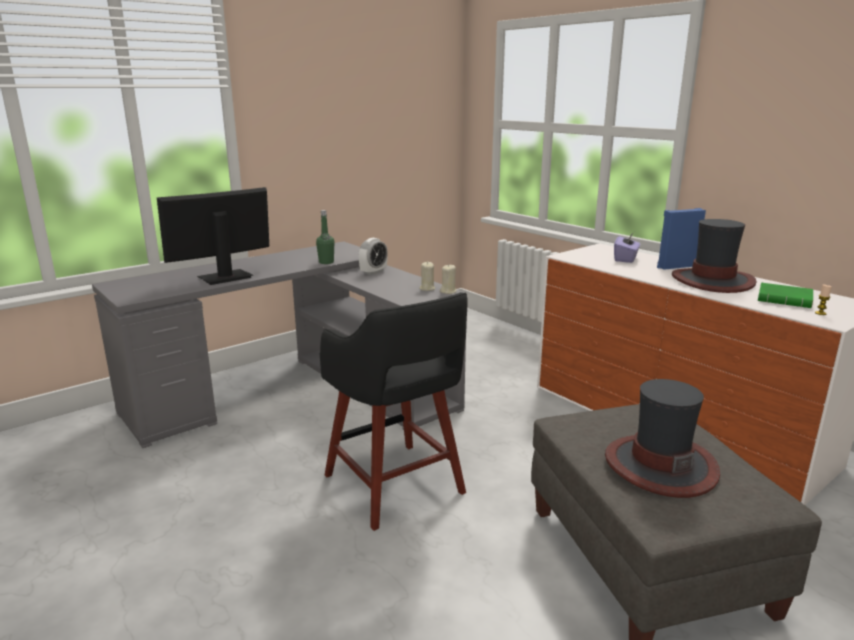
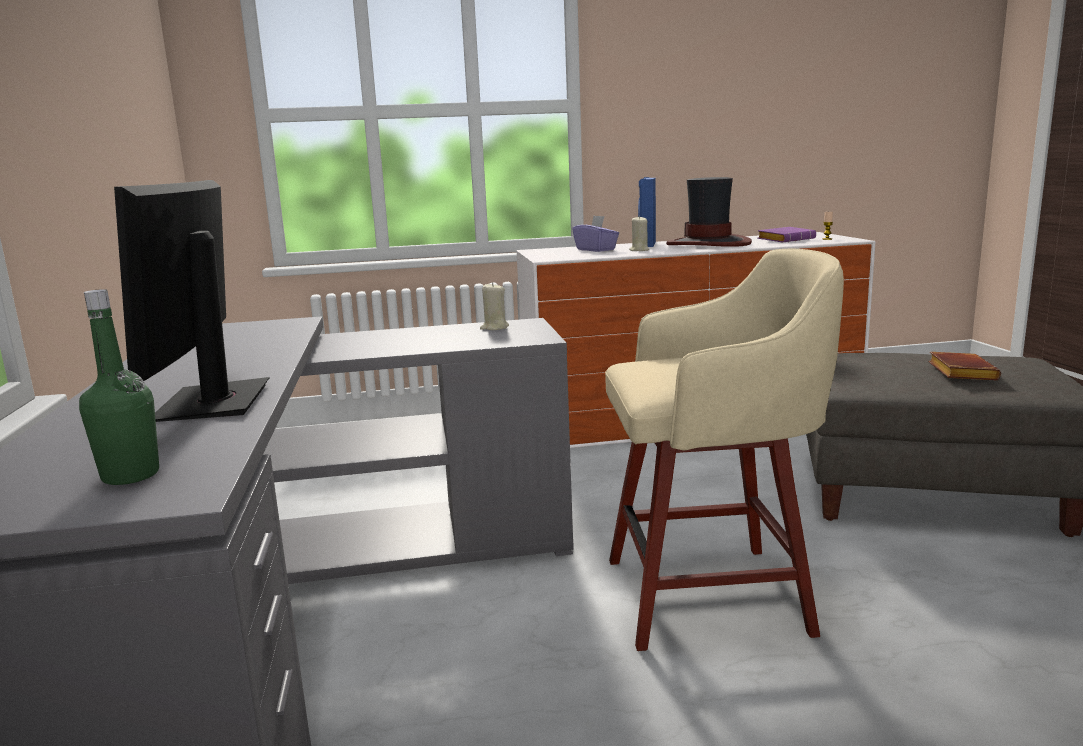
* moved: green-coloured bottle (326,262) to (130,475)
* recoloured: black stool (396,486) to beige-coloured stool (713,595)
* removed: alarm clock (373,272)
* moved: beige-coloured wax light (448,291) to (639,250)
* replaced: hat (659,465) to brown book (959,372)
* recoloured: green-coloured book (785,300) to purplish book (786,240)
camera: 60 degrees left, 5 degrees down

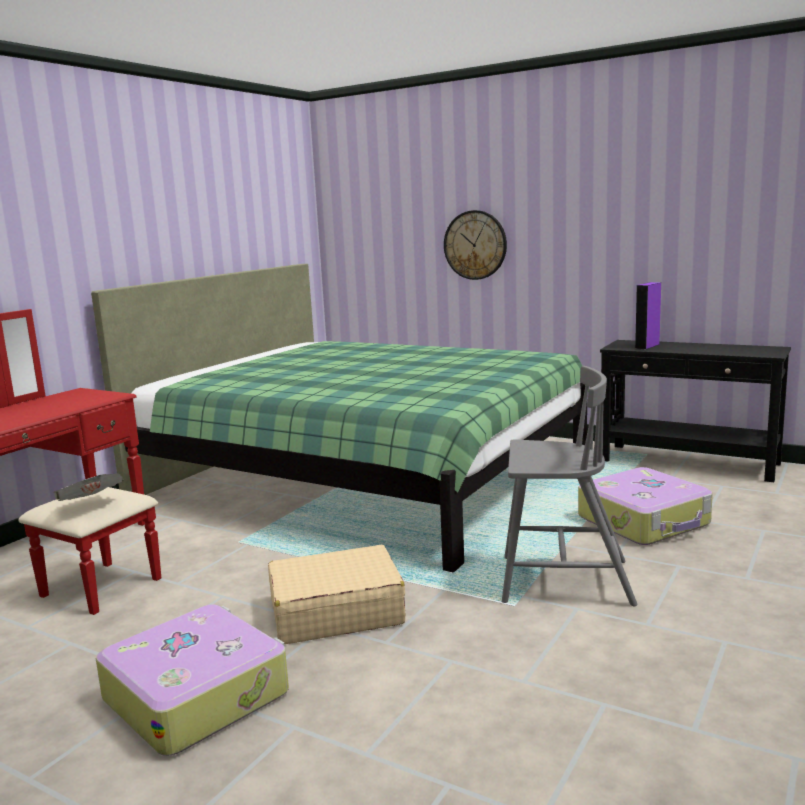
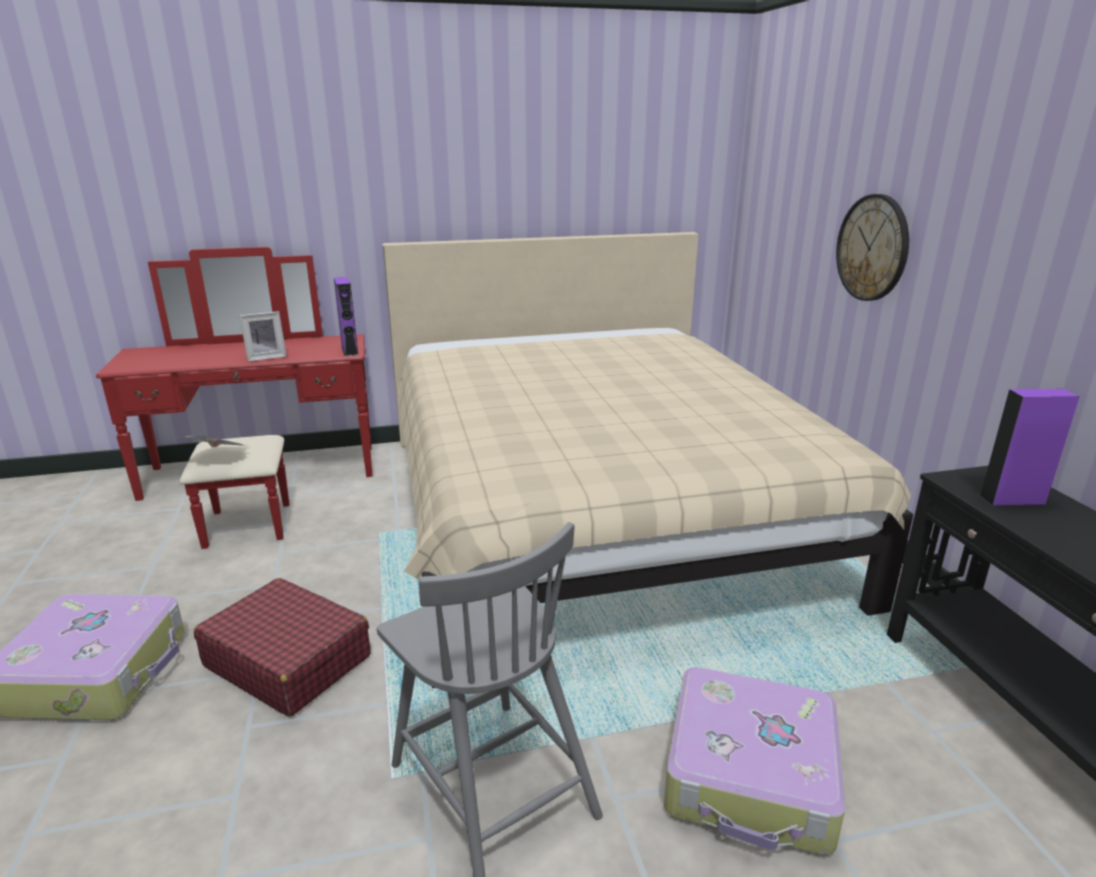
* recoloured: green-coloured bedroom bed (365,477) to beige-coloured bedroom bed (594,512)
* recoloured: beige-coloured suitcase (335,612) to red suitcase (287,660)
* added: photo frame (266,357)
* added: purplish speaker (349,350)
camera: 45 degrees right, 10 degrees up

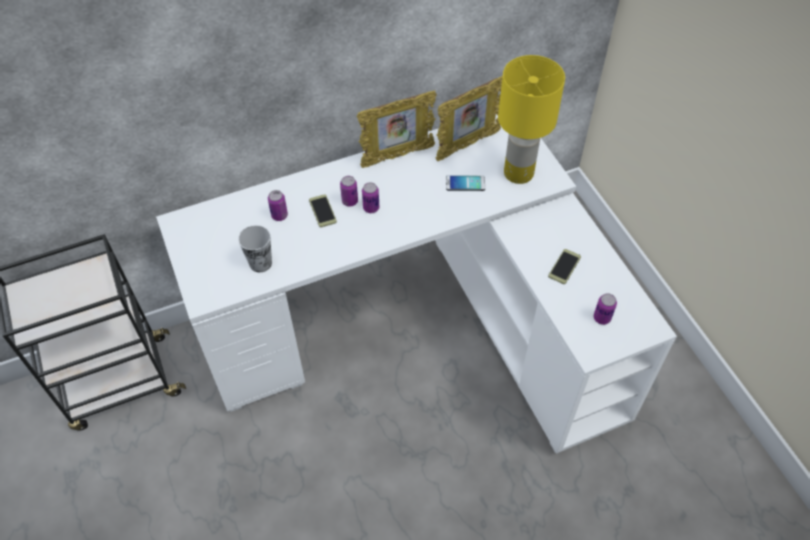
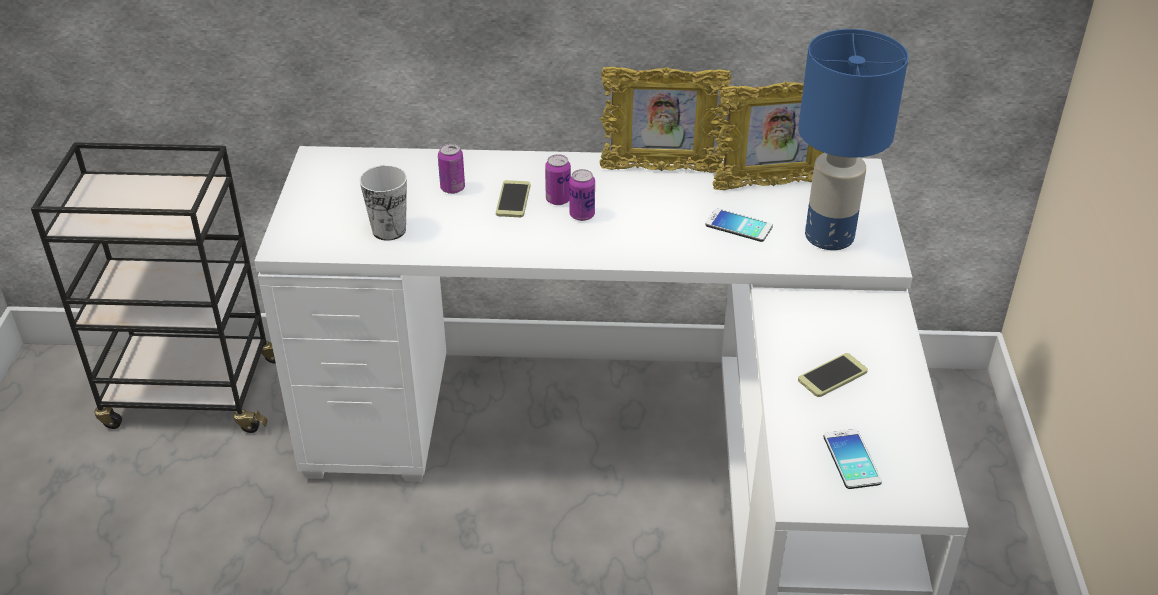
* recoloured: yellowish lamp for a table (517,173) to blue-coloured lamp for a table (828,236)
* replaced: can (602,318) to handset (851,459)
camera: 25 degrees right, 15 degrees down

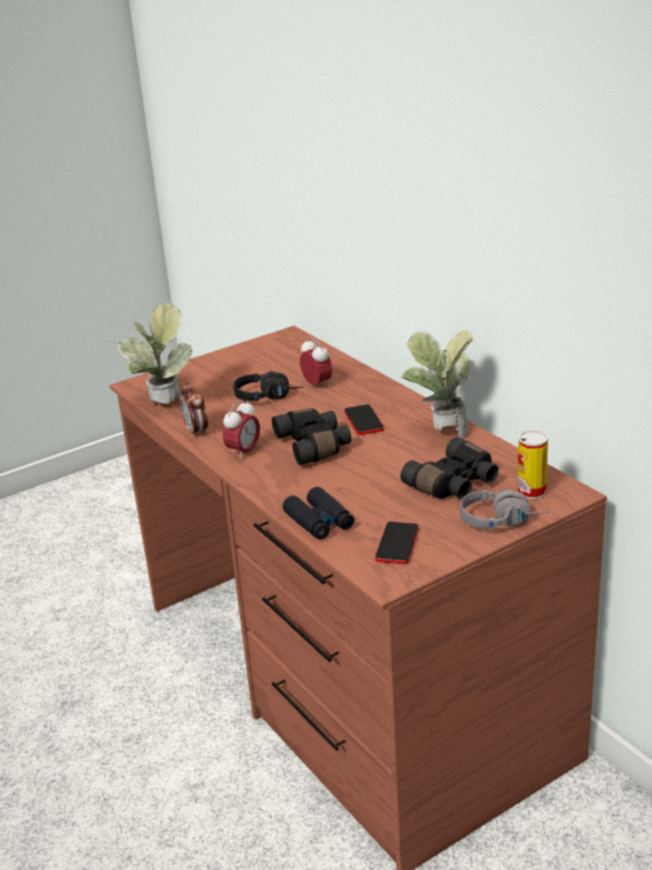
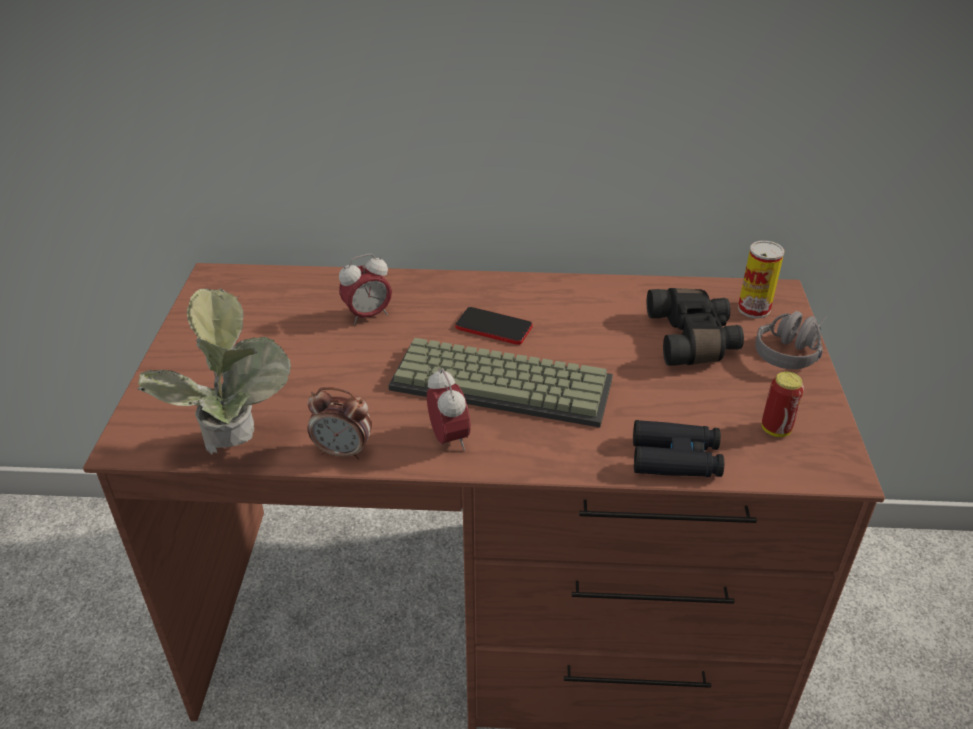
* removed: black headphones (269,396)
* replaced: black pair of binoculars (315,446) to computer keyboard (504,382)
* turned: alarm clock (317,385) = (368,316) 150 degrees clockwise
* replaced: handset (397,544) to can (775,429)
* removed: potted plant (441,433)
camera: 55 degrees left, 10 degrees up

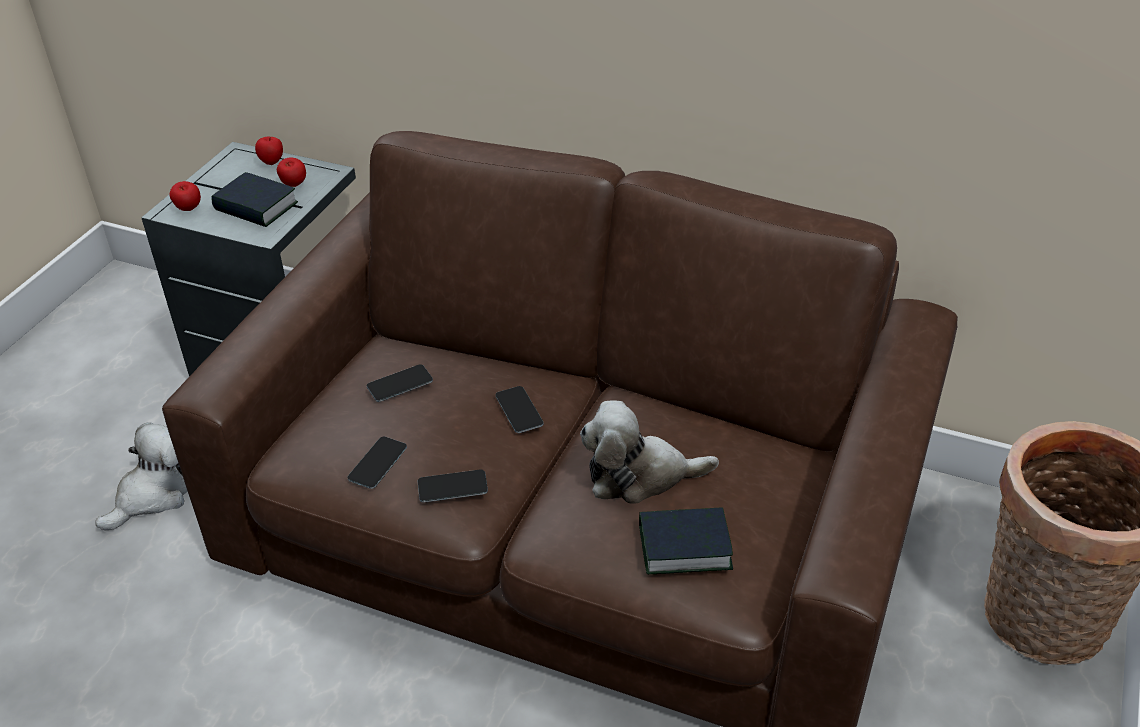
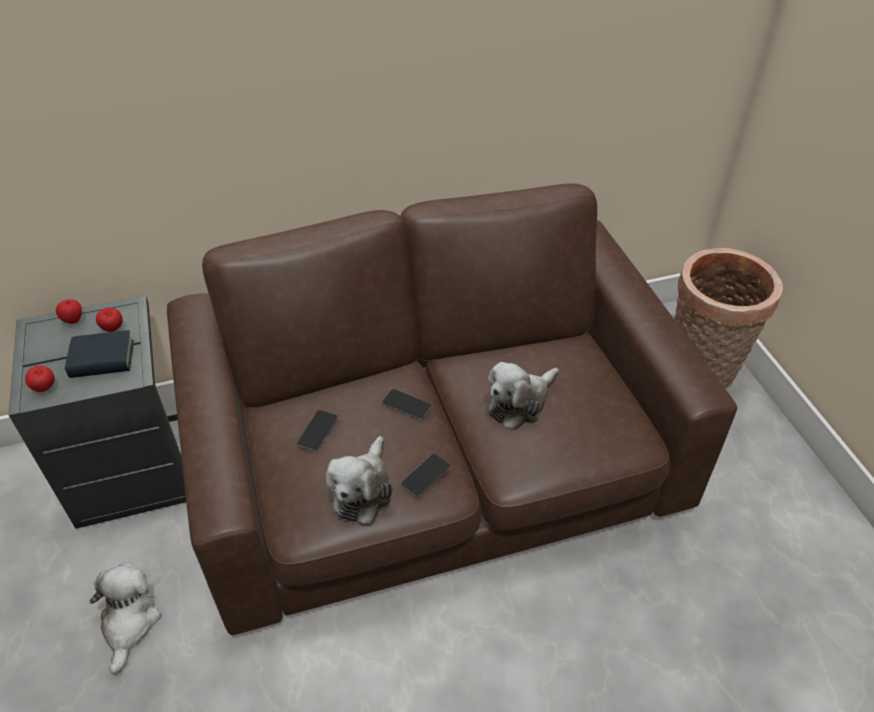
* replaced: handset (377,463) to cuddly toy (362,490)
* removed: book (684,547)
camera: 40 degrees left, 5 degrees up

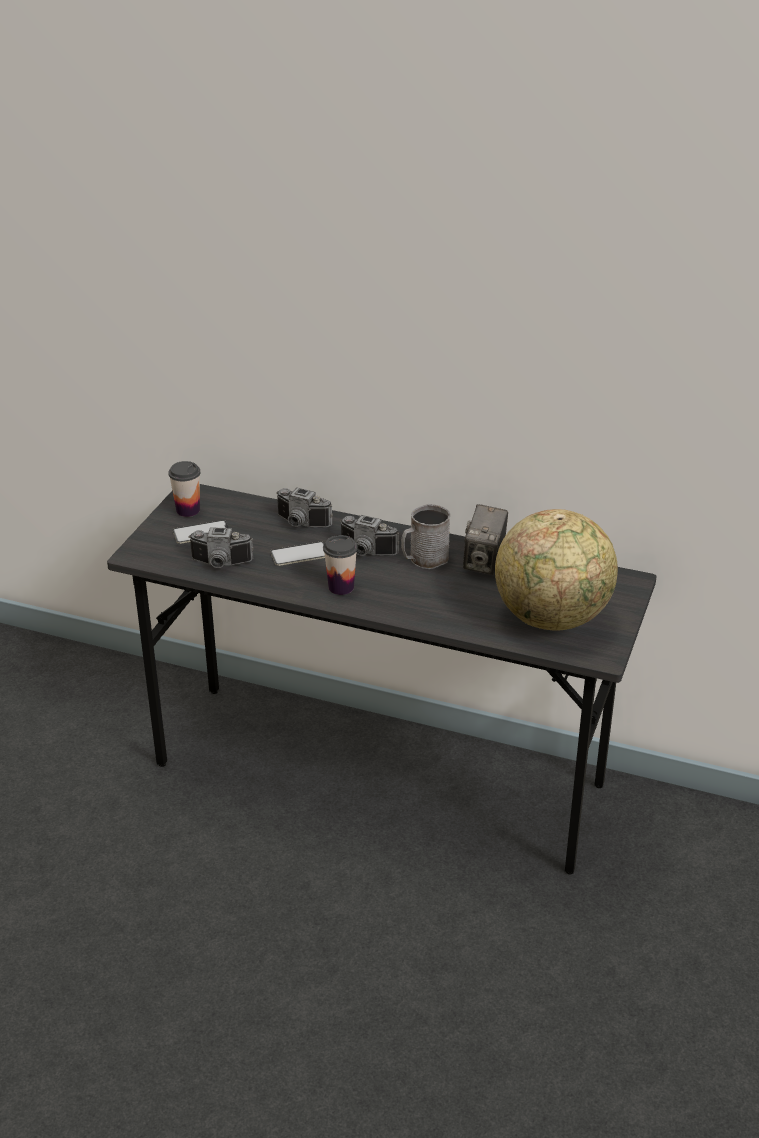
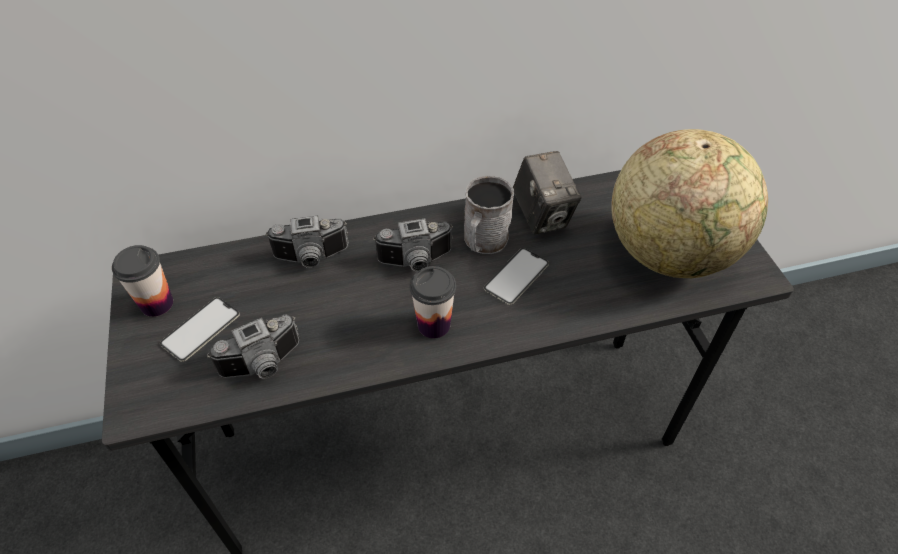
* moved: handset (299,554) to (516,276)
camera: 35 degrees left, 15 degrees up

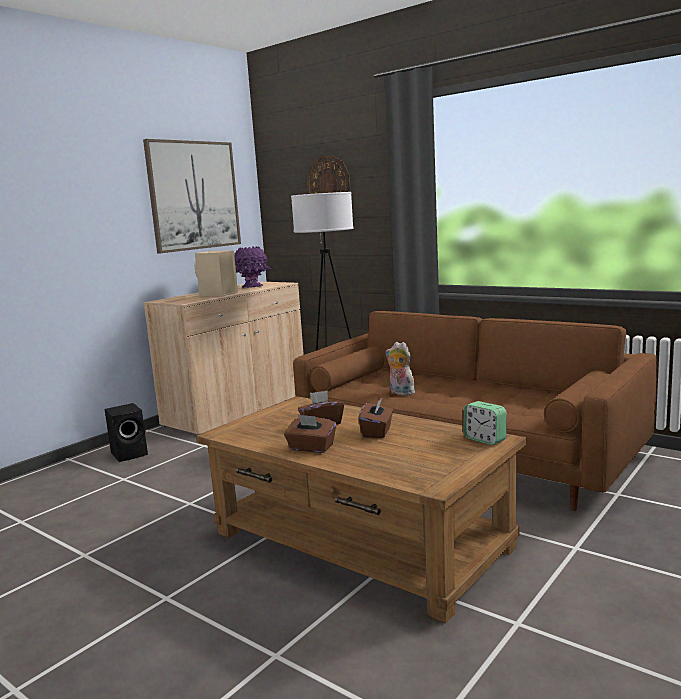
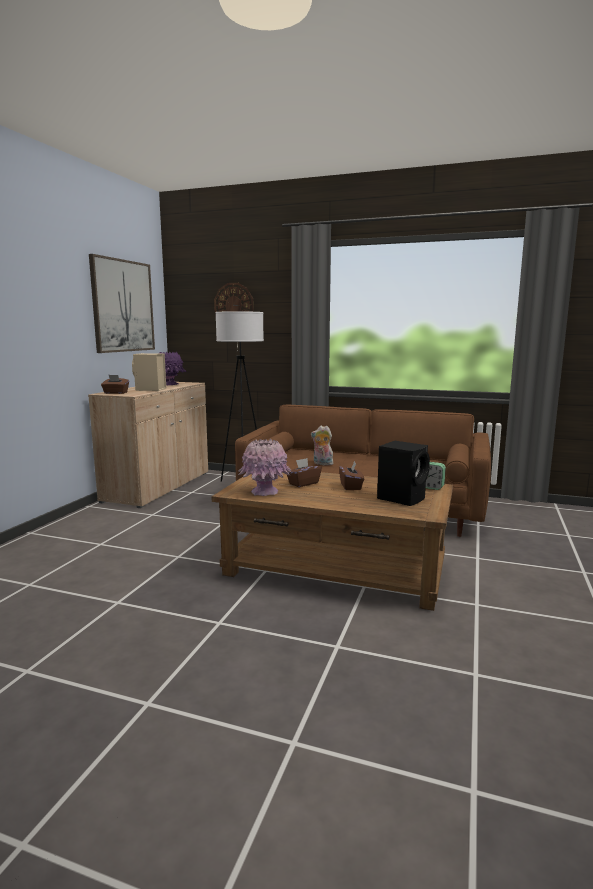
* moved: black speaker (131,454) to (402,498)
* moved: brown tissue box (311,448) to (115,393)
* added: pink decorative vase (265,492)
camera: 20 degrees left, 0 degrees up

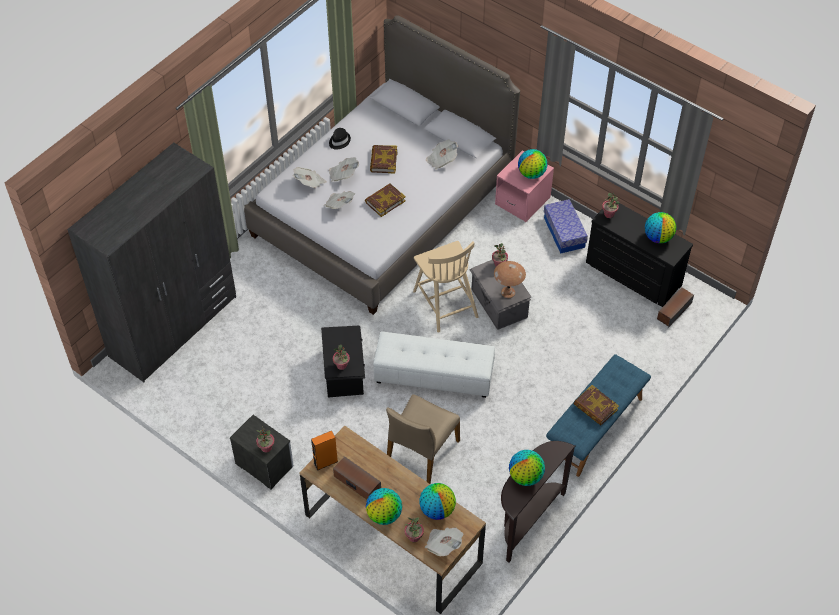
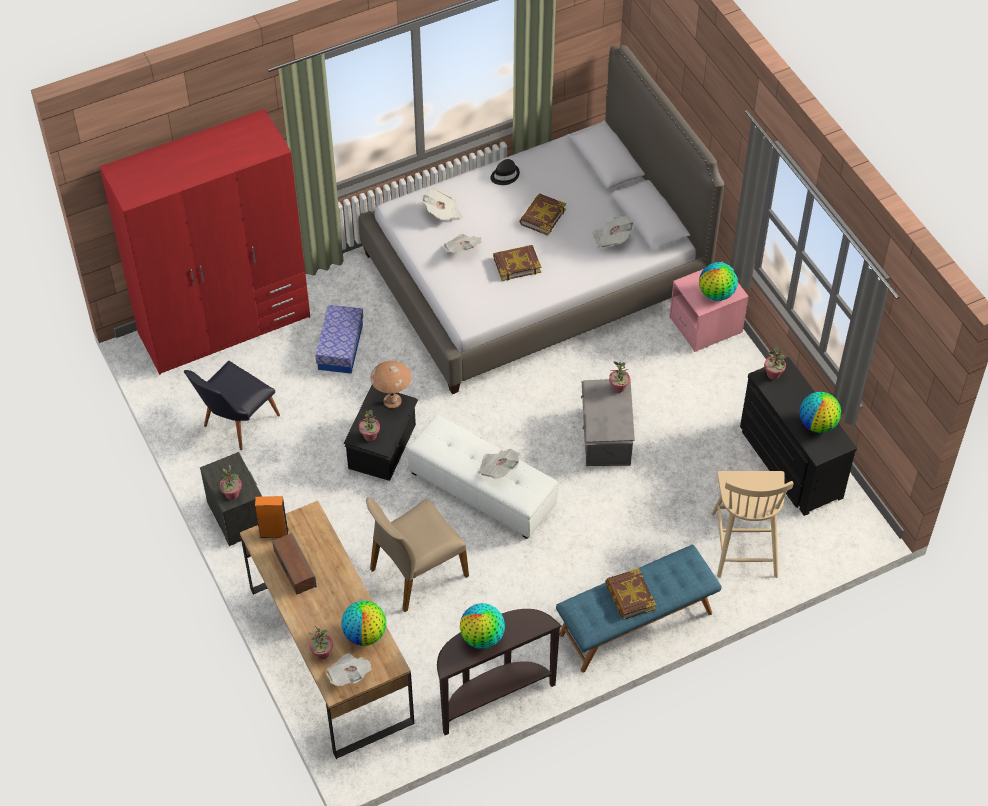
* recoloured: grey armoire (174,326) to red armoire (225,325)
* moved: daily paper (343,175) to (498,469)
* removed: world globe (384,515)
* moved: beige-coloured plain chair (445,303) to (744,543)
* moved: brown lamp for a table (508,292) to (392,400)
* moved: storage box (564,232) to (340,347)
* removed: speaker (674,311)
* added: black plain chair (235,424)
camera: 25 degrees right, 0 degrees up

